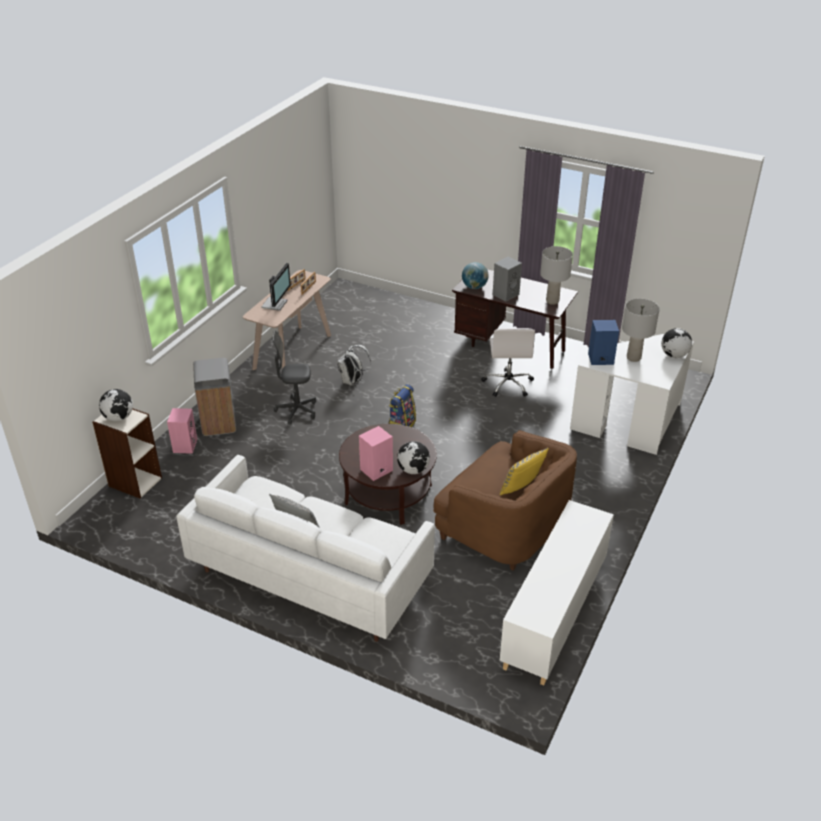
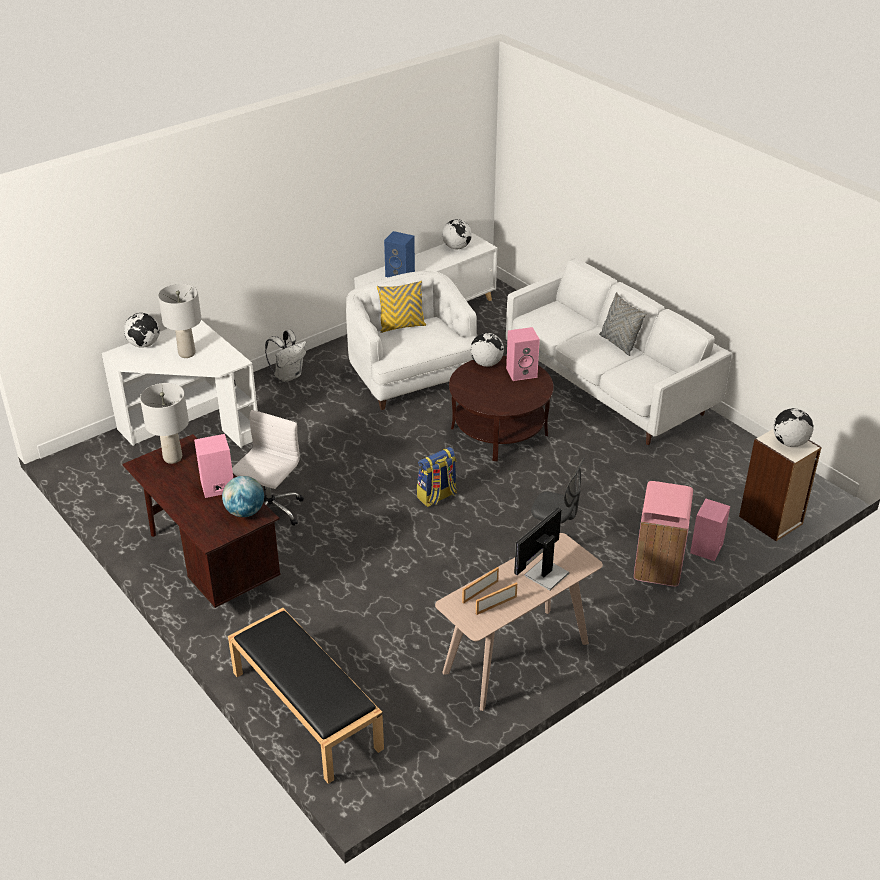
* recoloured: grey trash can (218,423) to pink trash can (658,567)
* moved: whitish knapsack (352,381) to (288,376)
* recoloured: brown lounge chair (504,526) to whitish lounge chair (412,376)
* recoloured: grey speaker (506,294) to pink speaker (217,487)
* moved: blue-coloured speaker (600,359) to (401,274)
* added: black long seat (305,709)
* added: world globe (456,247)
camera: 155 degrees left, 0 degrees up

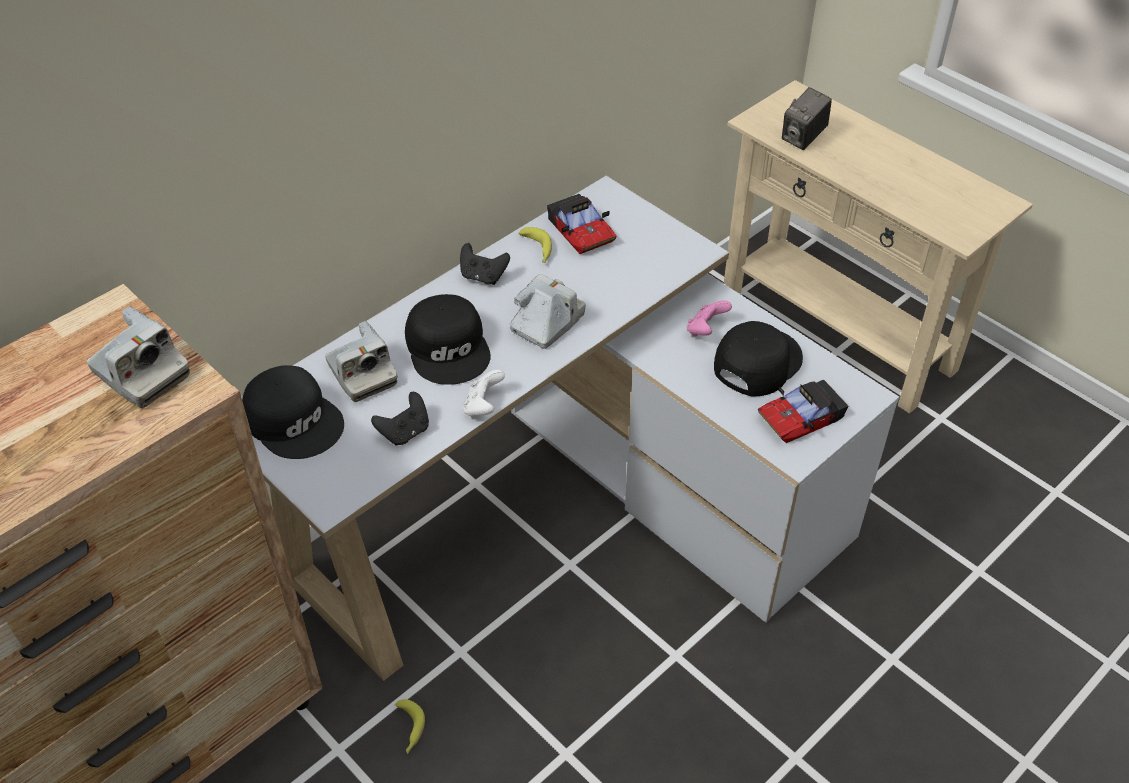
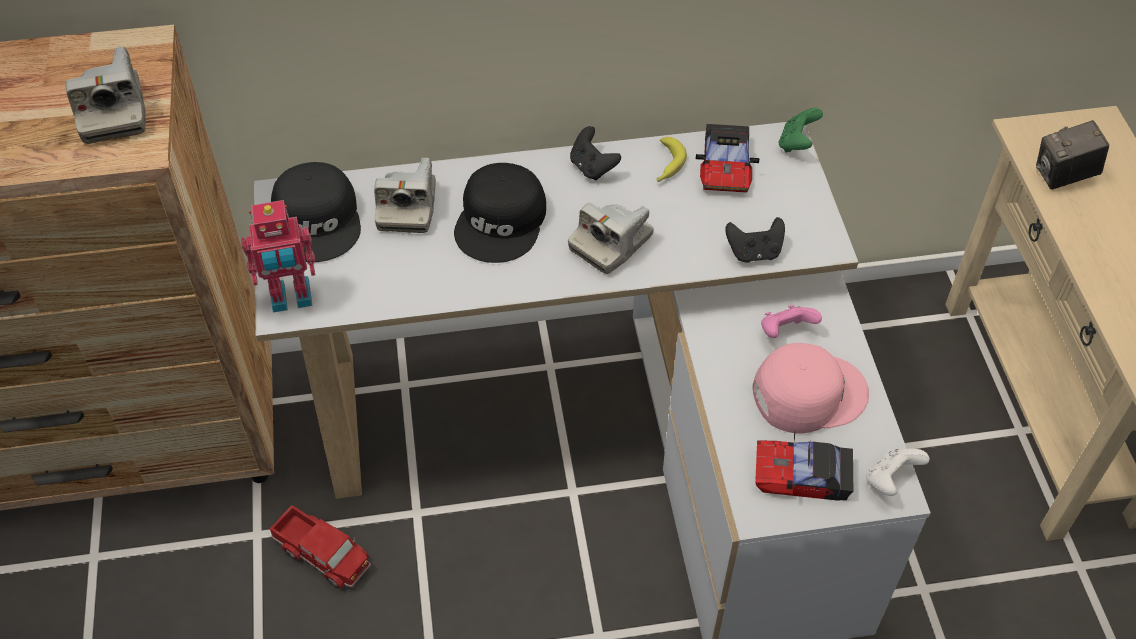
* moved: black gamepad (405,432) to (754,252)
* replaced: whole banana (409,729) to toy lorry (323,554)
* moved: whitish gamepad (483,407) to (890,480)
* turned: photo camera (547,323) = (611,243) 150 degrees clockwise
* recoloured: black baseball cap (756,362) to pink baseball cap (808,392)
* added: toy robot (291,298)
* added: green-coloured gamepad (797,143)
camera: 35 degrees right, 5 degrees up

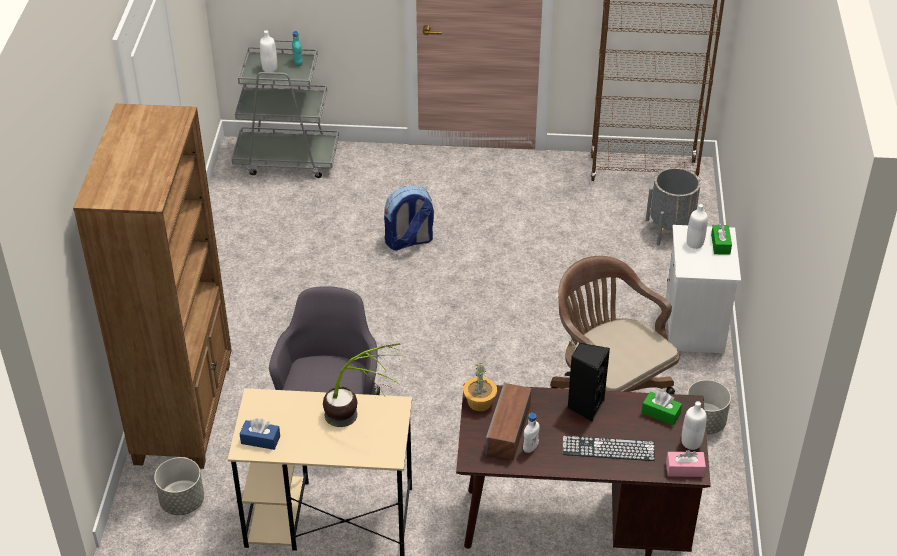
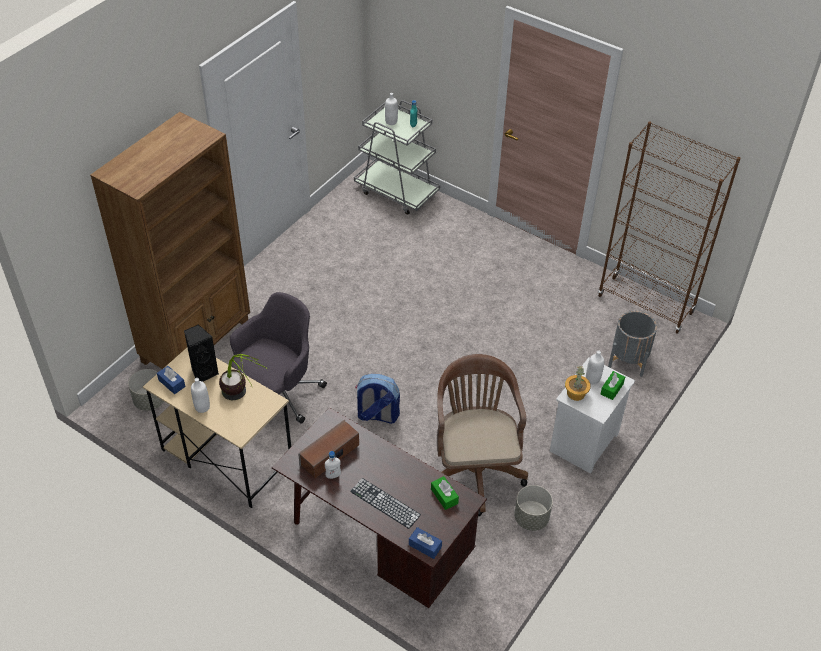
* moved: knapsack (409,241) to (377,415)
* moved: potted plant (480,402) to (576,393)
* moved: black speaker (585,406) to (203,372)
* recoloured: pink tissue box (684,469) to blue-coloured tissue box (425,546)
* moved: whitish bottle (691,442) to (202,407)
camera: 30 degrees right, 5 degrees up

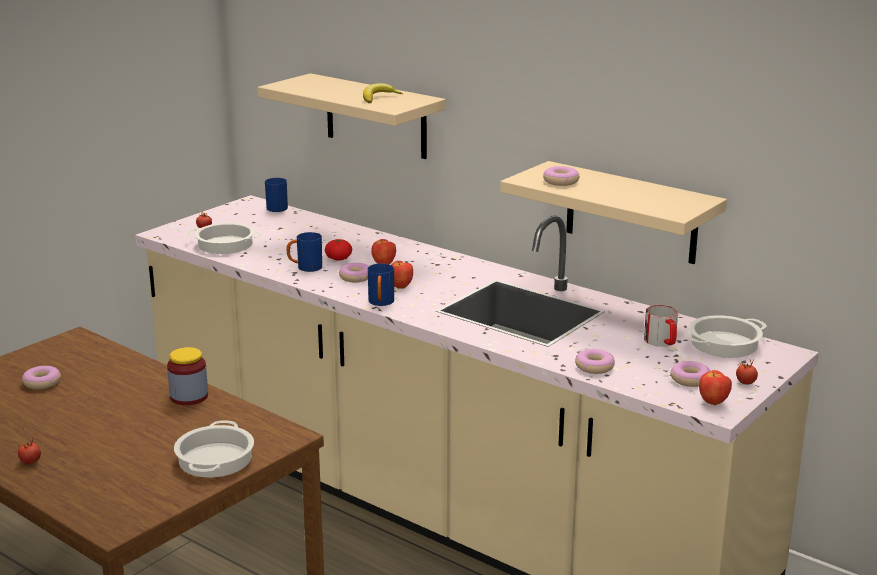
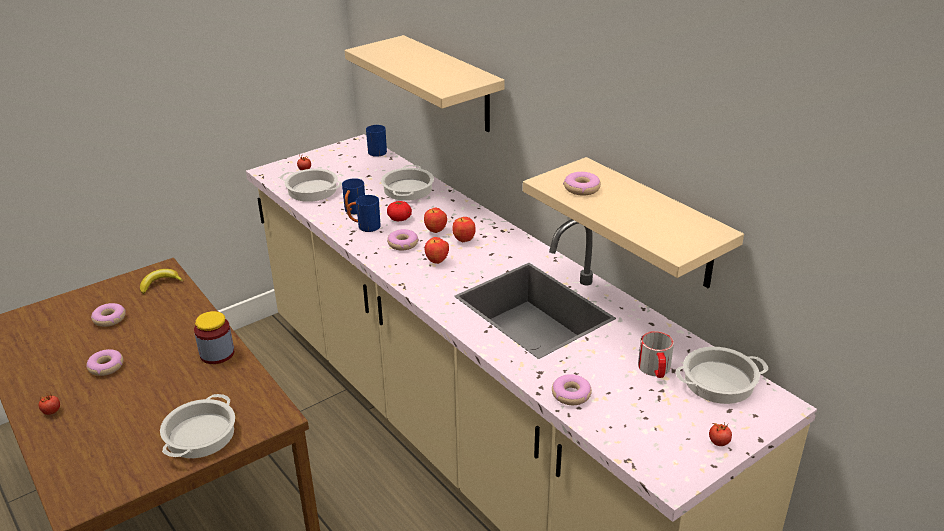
* moved: whole banana (378,98) to (160,284)
* moved: blue-coloured tea mug (381,303) to (353,212)
* moved: doughnut (690,380) to (106,367)
* moved: whole apple (713,403) to (464,240)
* added: stockpot (407,189)
camera: 15 degrees right, 10 degrees up

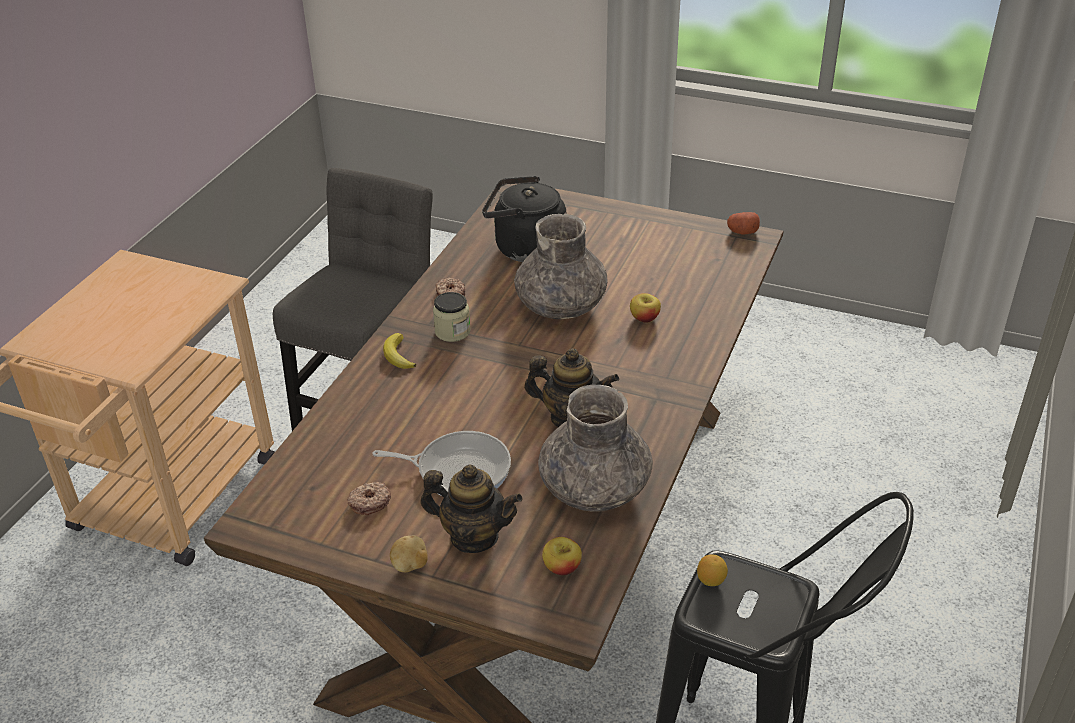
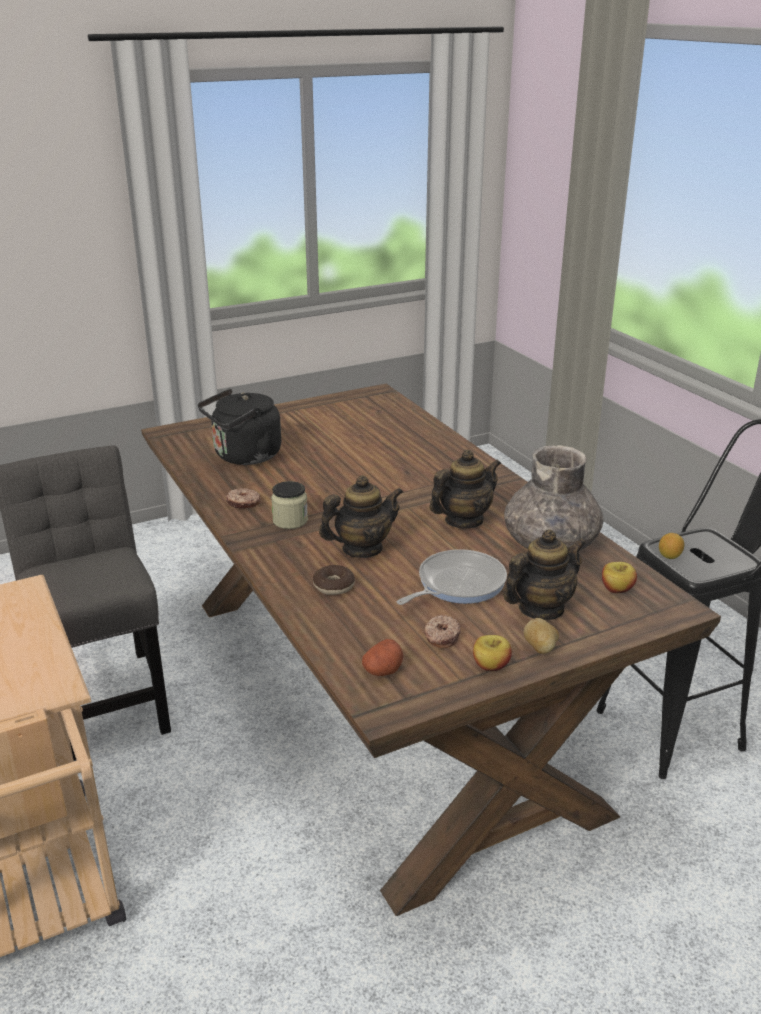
* removed: whole banana (398,355)
* removed: grey decorative vase (561,306)
* moved: whole apple (644,318) to (491,666)
* moved: spud (742,232) to (383,670)
* added: doughnut (334,586)
* added: teapot (362,549)
camera: 50 degrees left, 10 degrees down

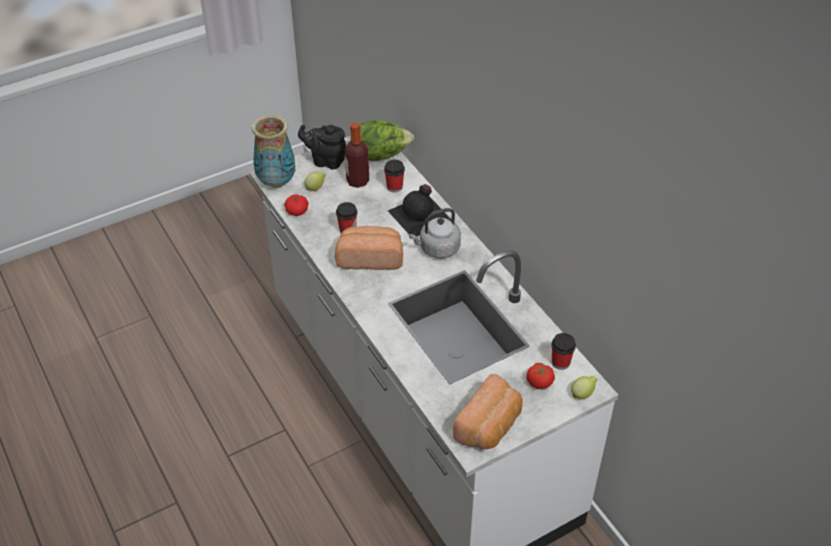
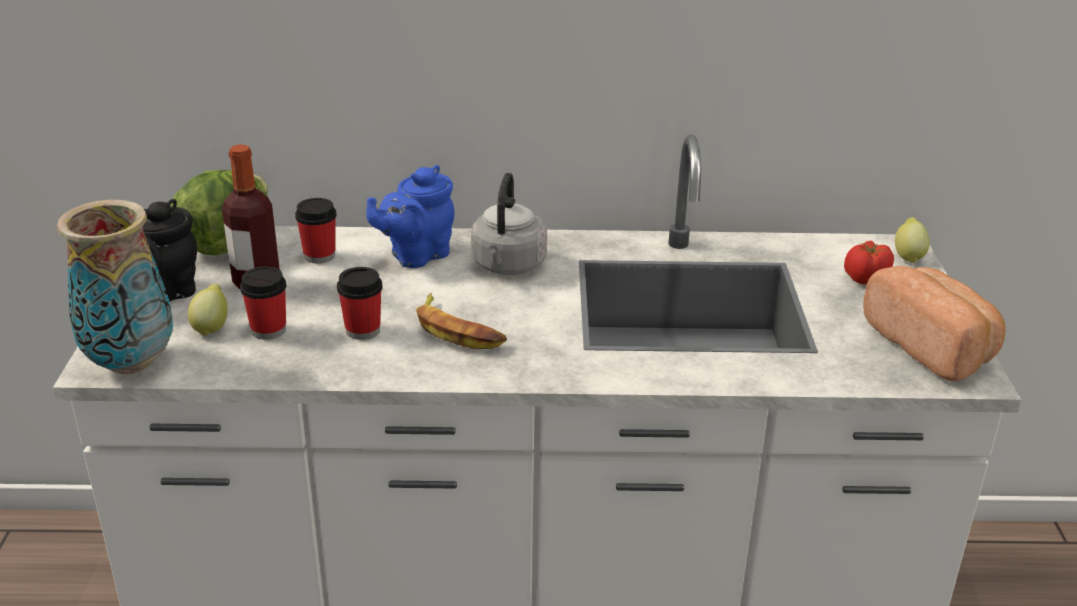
* removed: fresh tomato (297,211)
* replaced: baked bread (370,258) to whole banana (458,330)
* replaced: black bottle (421,215) to blue-coloured teapot (416,255)
* moved: cup (560,362) to (268,330)
camera: 60 degrees left, 15 degrees down

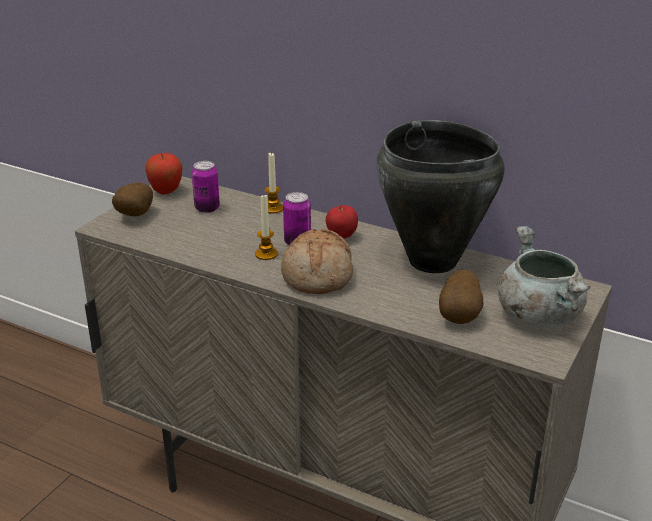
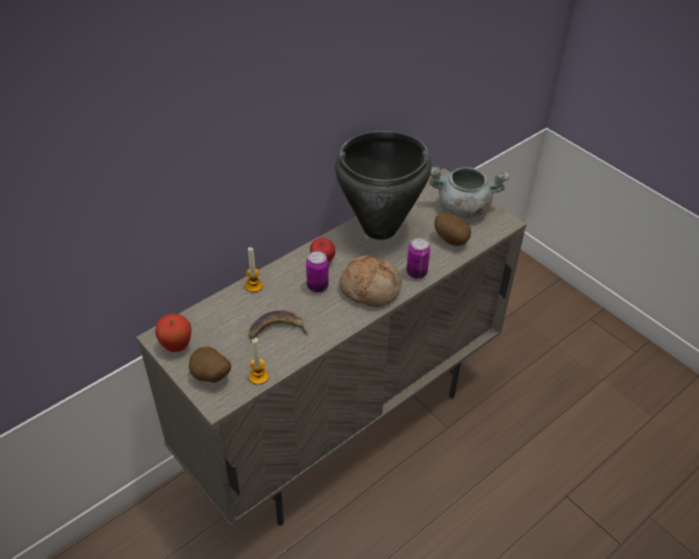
* moved: can (207,208) to (416,273)
* moved: wax light (266,254) to (258,376)
* added: whole banana (276,329)
camera: 70 degrees left, 15 degrees up

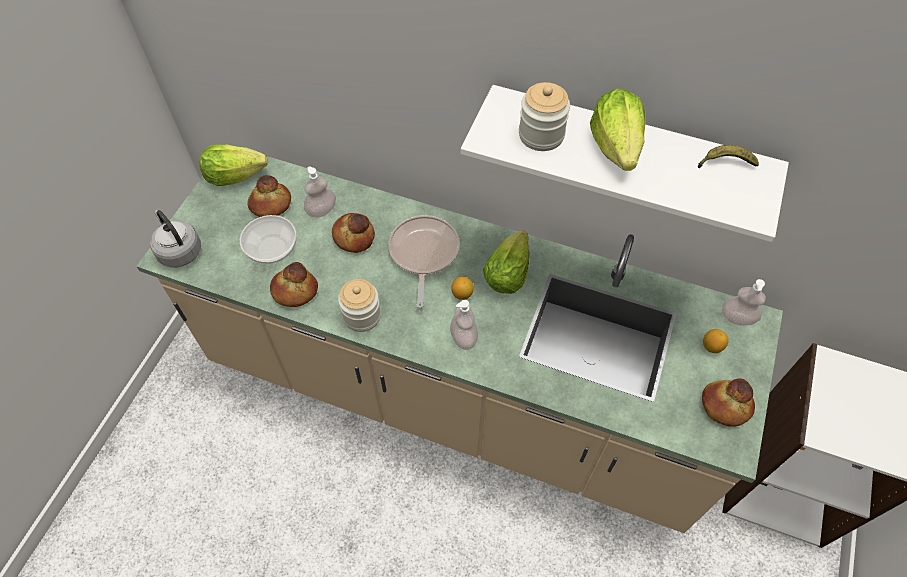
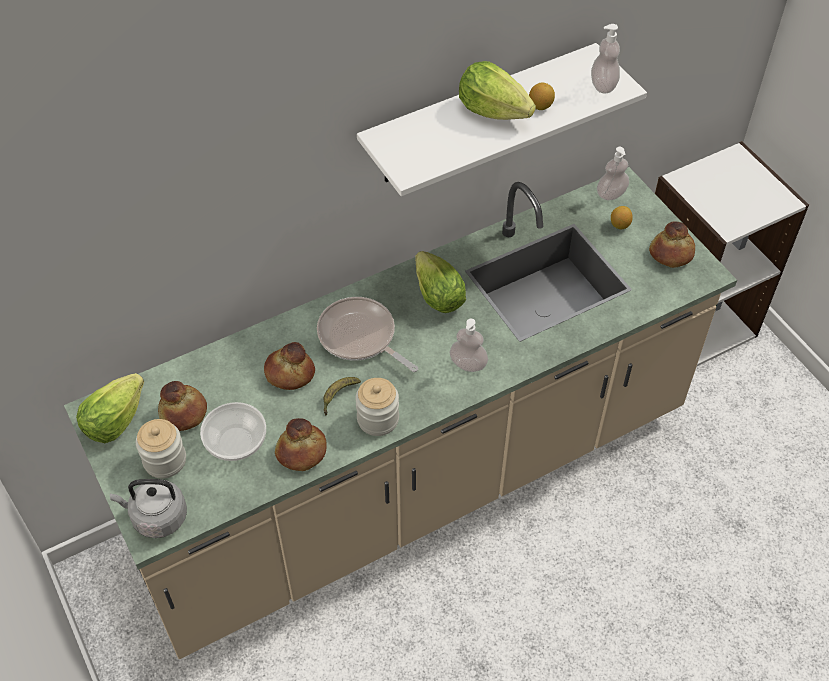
* moved: soap bottle (321,210) to (603,85)
* moved: citrus fruit (462,294) to (540,106)
* moved: jar (541,135) to (165,460)
* moved: whole banana (725,163) to (338,396)
camera: 50 degrees left, 5 degrees down

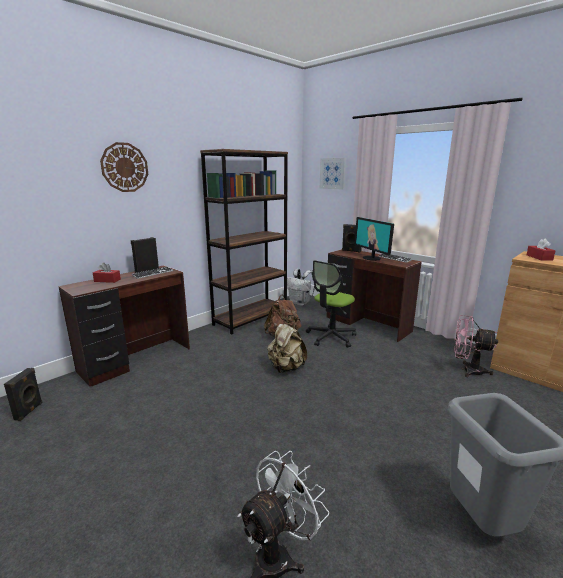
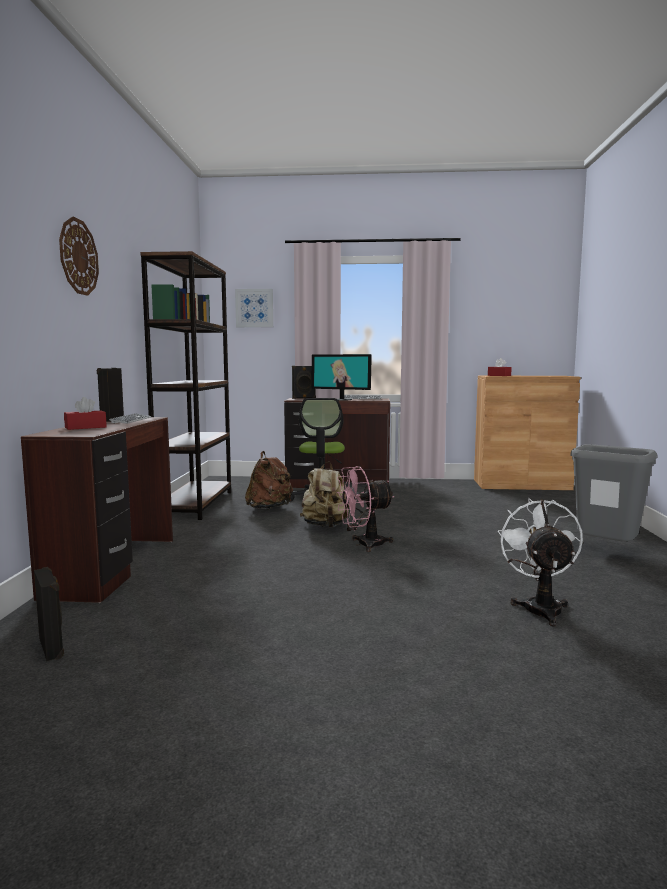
* removed: whitish knapsack (300,303)
* moved: pink electric fan (467,370) to (364,545)
camera: 40 degrees left, 10 degrees down

